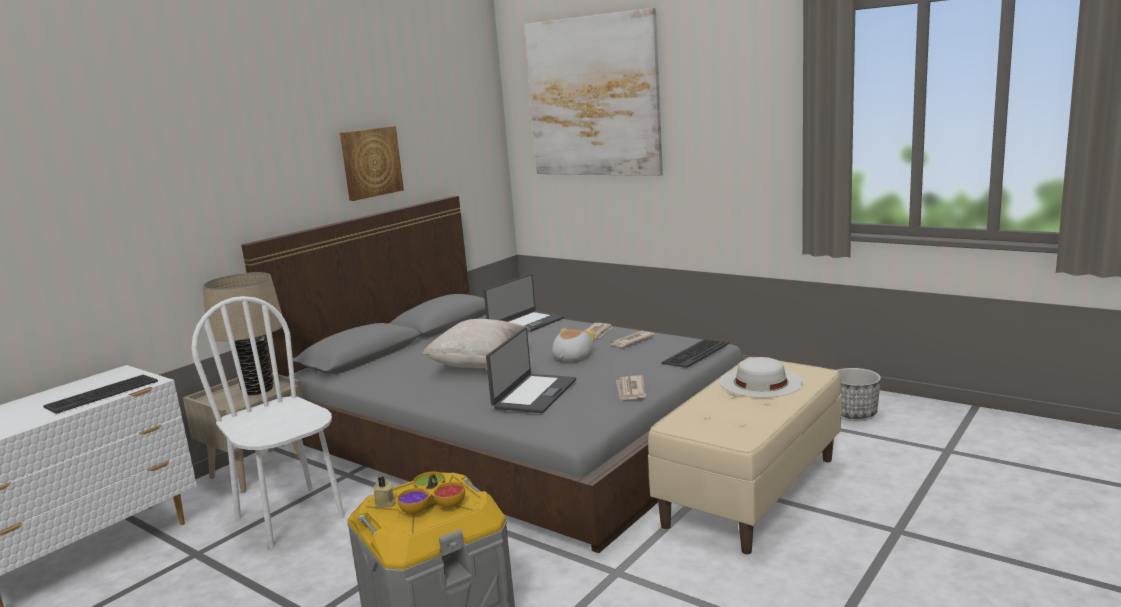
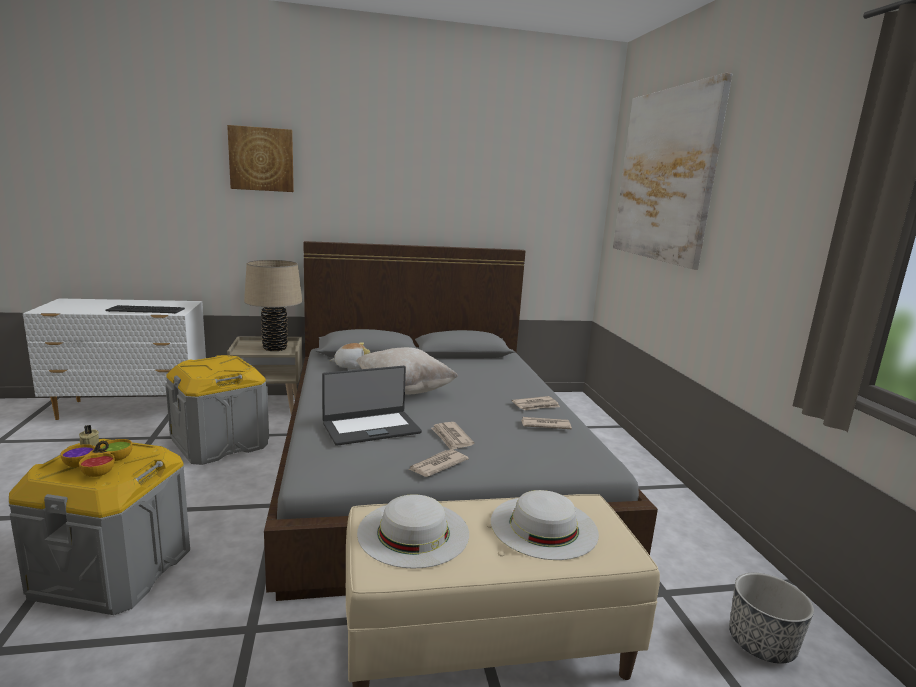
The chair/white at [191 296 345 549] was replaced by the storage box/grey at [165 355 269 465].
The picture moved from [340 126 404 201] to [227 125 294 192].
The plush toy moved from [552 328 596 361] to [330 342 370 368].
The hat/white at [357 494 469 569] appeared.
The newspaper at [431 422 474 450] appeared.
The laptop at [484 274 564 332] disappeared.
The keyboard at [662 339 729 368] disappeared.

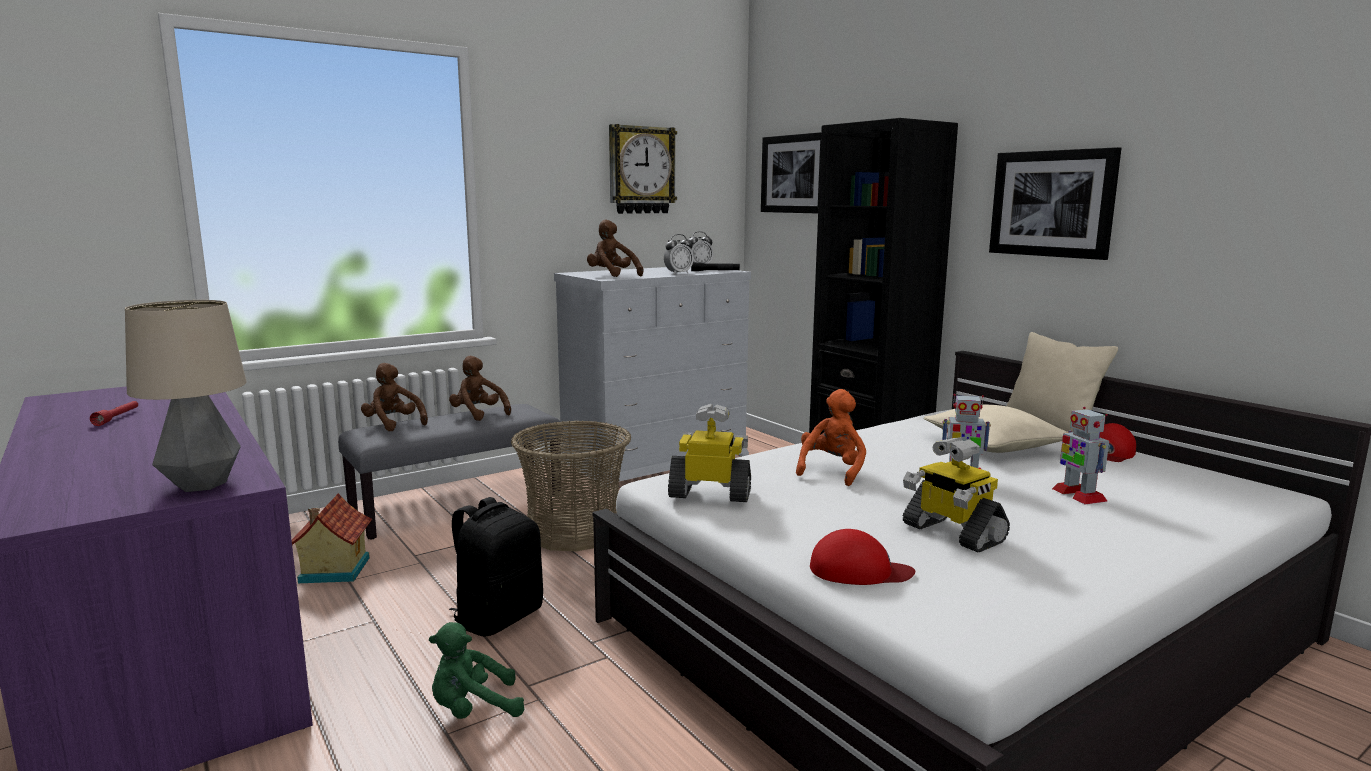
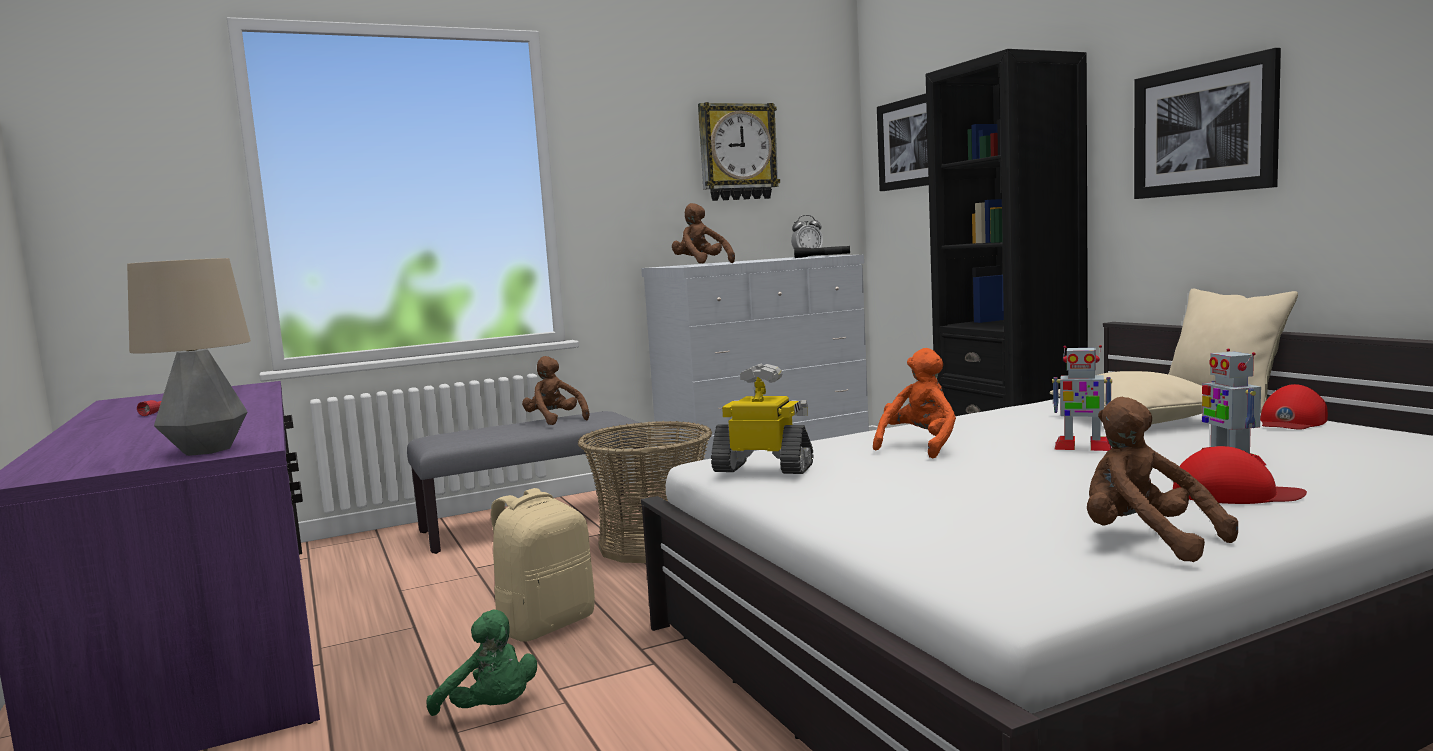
The plush toy/green at [429 622 524 719] turned 135 degrees counterclockwise.
The backpack/black at [449 497 543 636] became the backpack/beige at [491 488 595 642].
The plush toy/brown moved from [361 363 428 432] to [1087 397 1238 562].
The cap/red moved from [810 529 915 585] to [1173 446 1307 504].
The toy house at [292 493 372 583] disappeared.
The alarm clock at [664 234 694 274] disappeared.
The toy robot at [903 437 1010 552] disappeared.

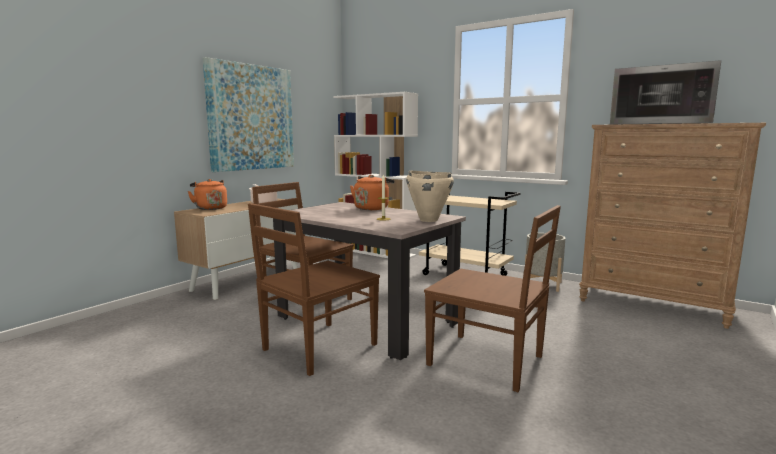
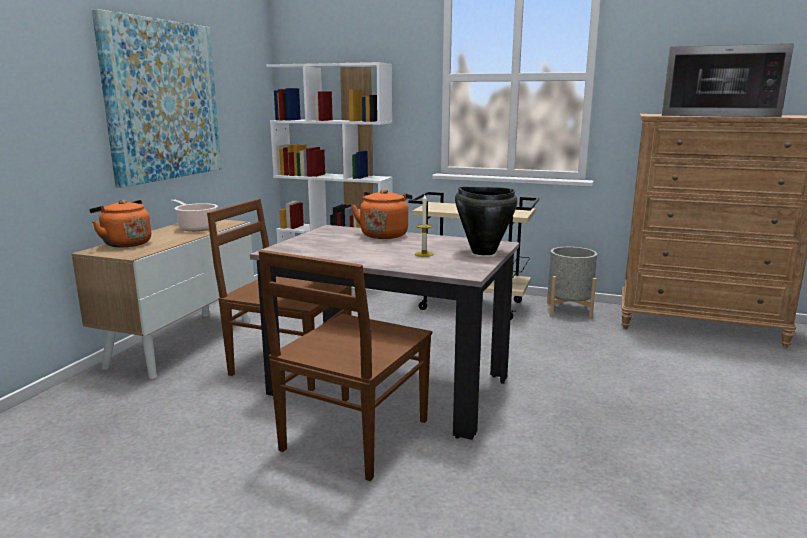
The cooking pot/beige at [406 171 454 222] became the cooking pot/black at [455 187 518 255].
The chair/brown at [424 205 561 392] disappeared.

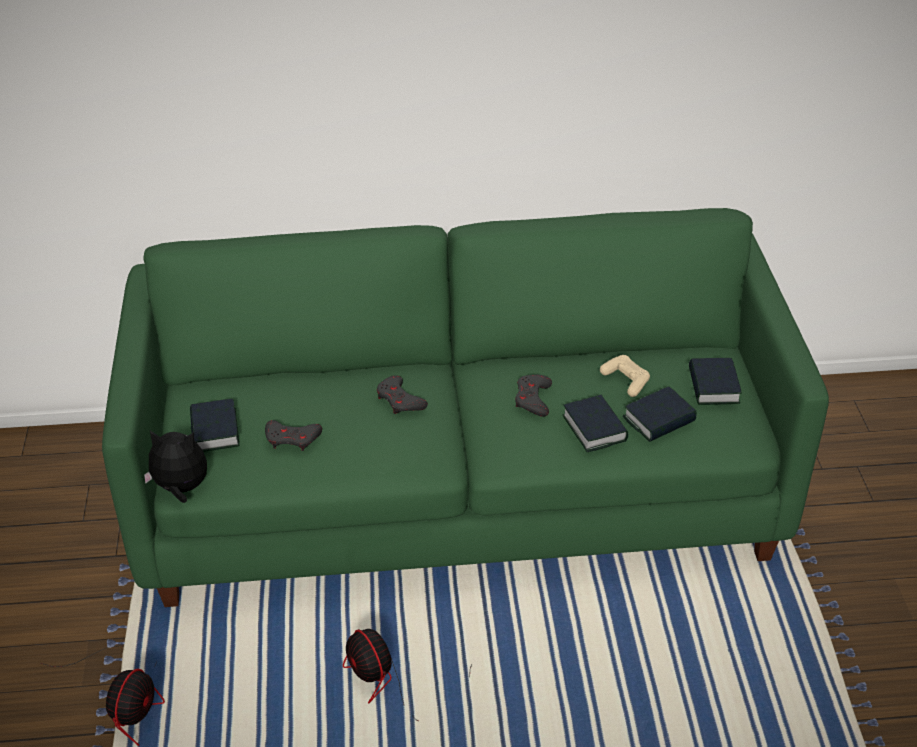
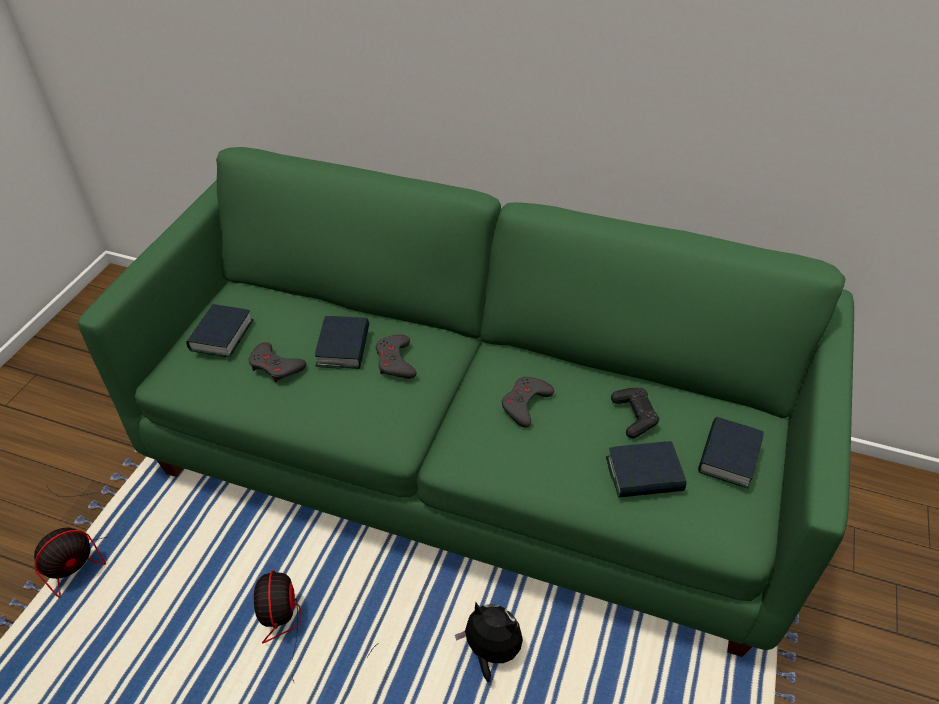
The book moved from [563 395 628 452] to [315 316 369 369].
The plush toy moved from [144 431 207 503] to [455 601 523 682].
The game controller/beige at [600 355 650 397] became the game controller/black at [611 388 659 438].

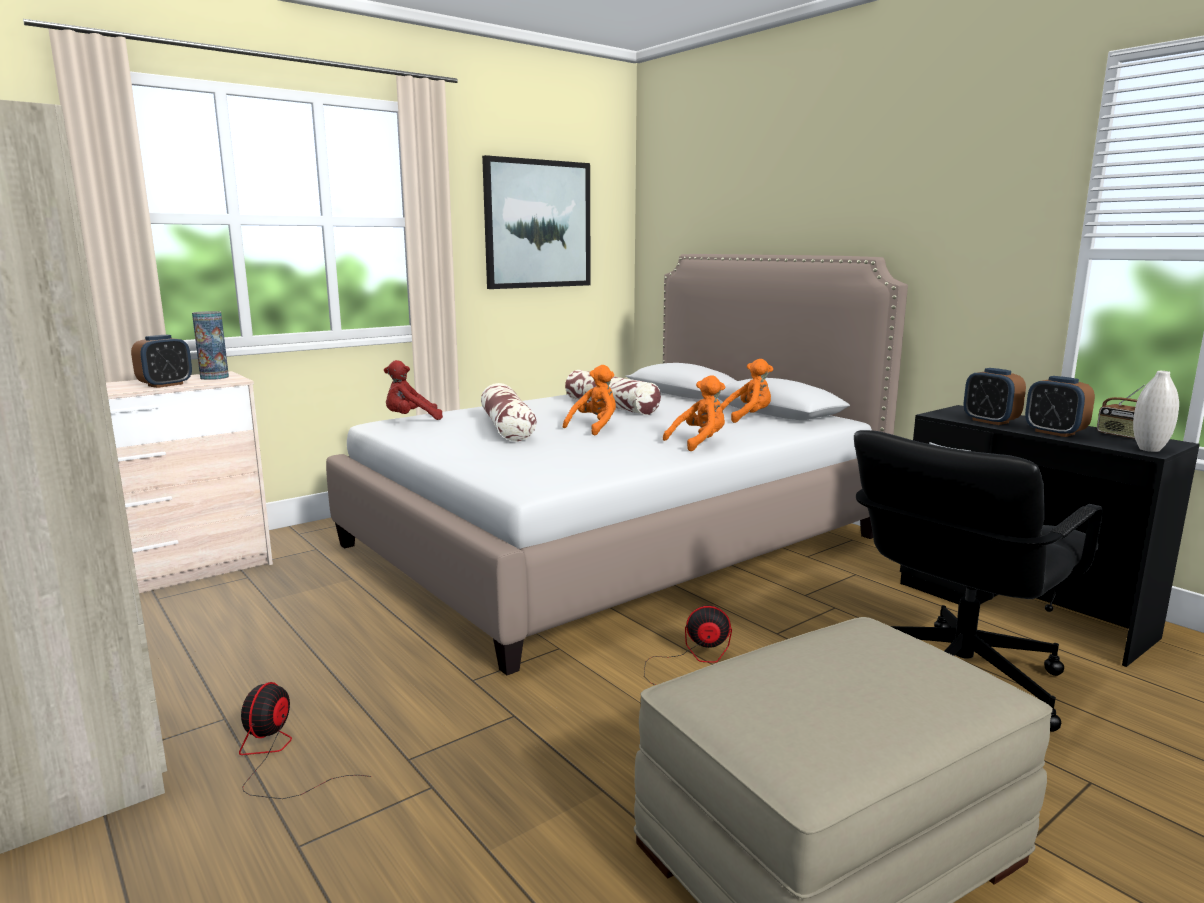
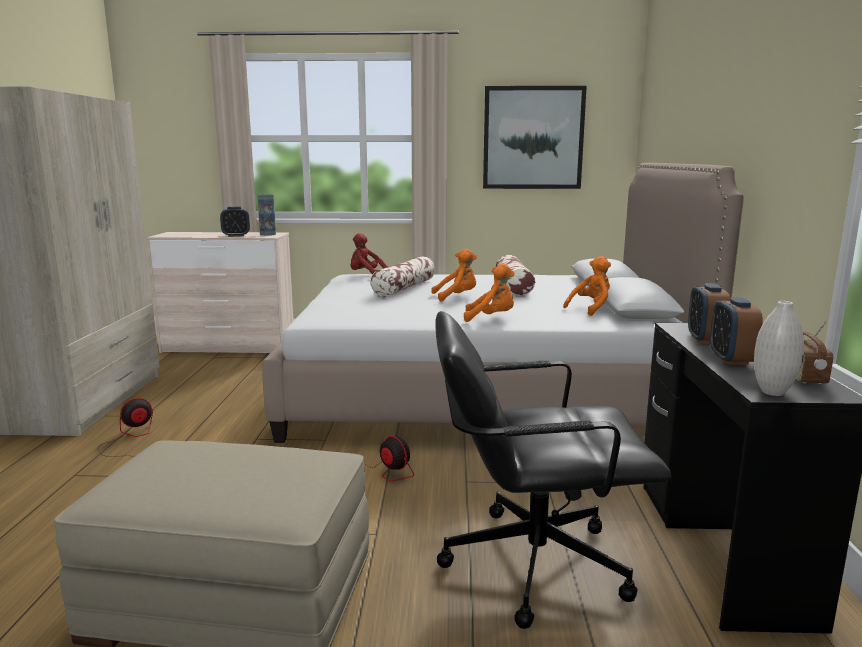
The plush toy/orange at [721 359 773 423] turned 60 degrees counterclockwise.

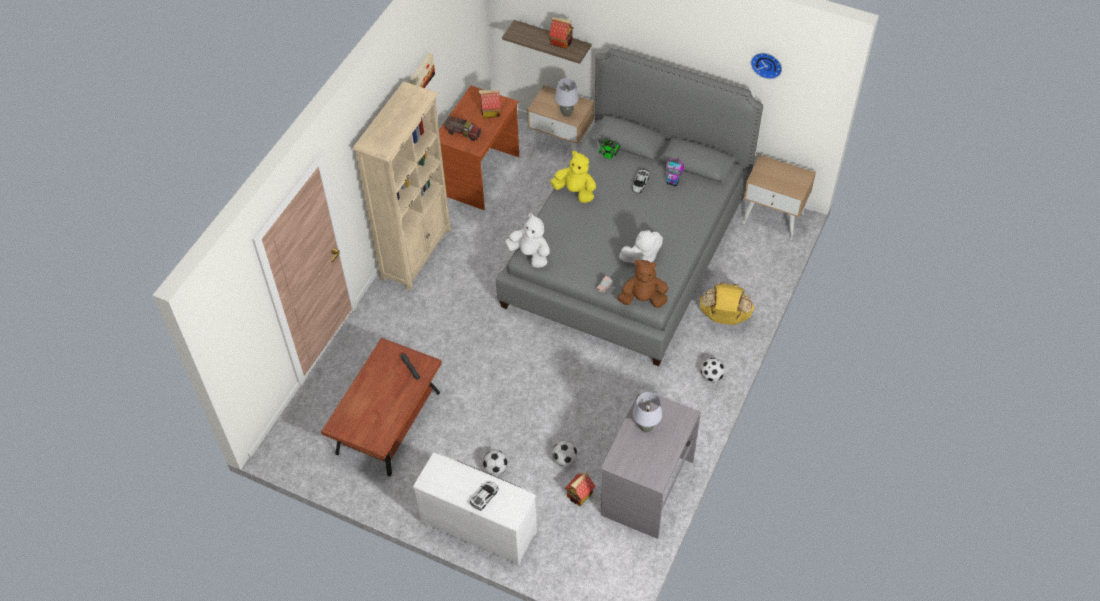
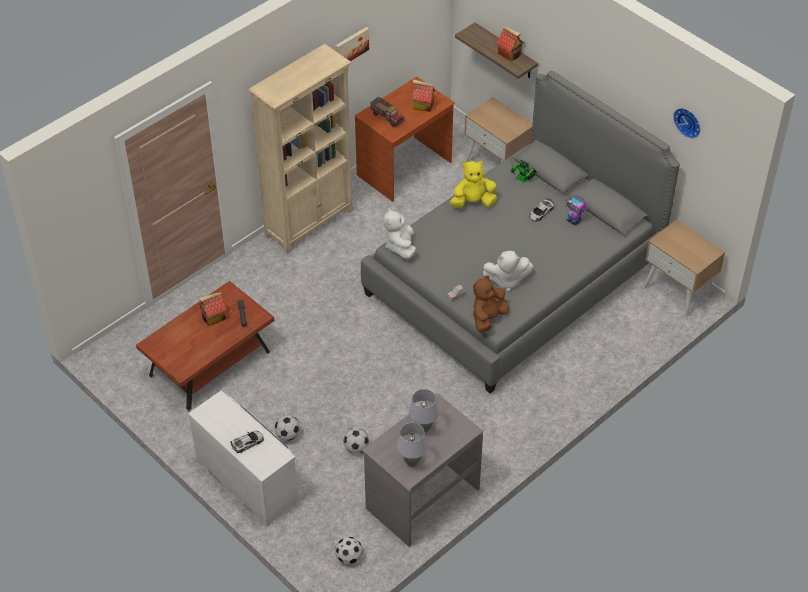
The toy house moved from [565 471 596 506] to [199 292 227 326].
The football moved from [700 358 725 382] to [335 537 363 564].
The plush toy/white at [505 213 550 268] turned 150 degrees counterclockwise.
The table lamp/grey moved from [555 78 579 117] to [397 423 427 467].
The plush toy/yellow at [550 151 596 203] turned 60 degrees counterclockwise.
The plush toy/brown at [617 259 668 308] turned 75 degrees counterclockwise.
The backpack/yellow at [699 282 754 325] disappeared.

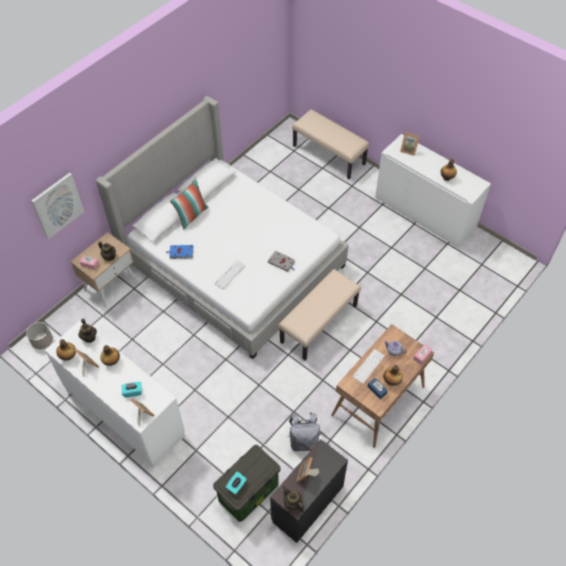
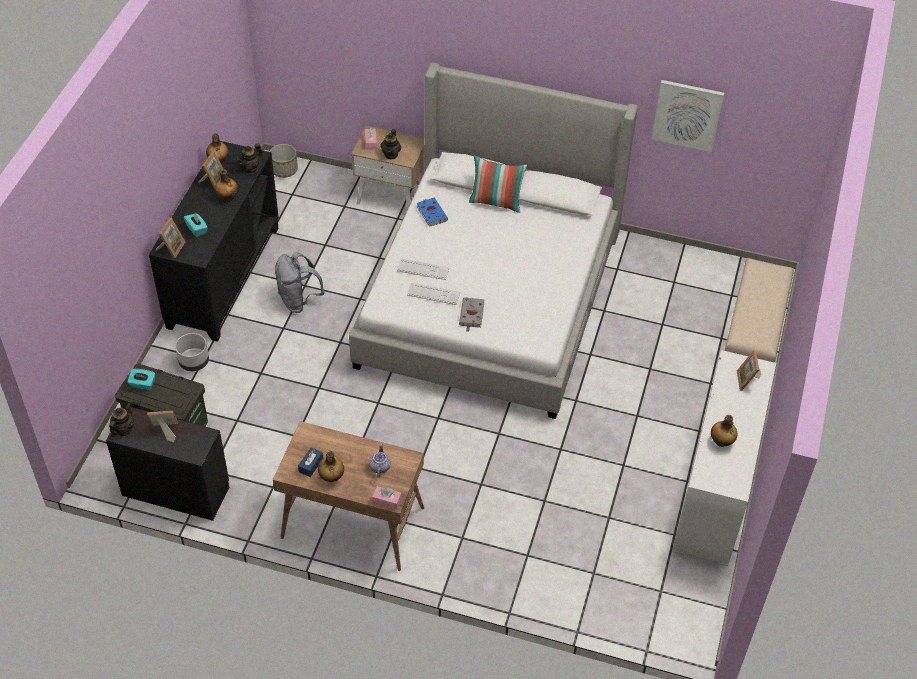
The cabinet/white at [45 320 185 468] became the cabinet/black at [149 141 279 342].
The planter/grey at [175 333 209 371] appeared.
The backpack/grey moved from [288 412 321 451] to [275 252 325 313].
The keyboard moved from [352 349 385 384] to [407 282 460 305].
The picture moved from [31 173 84 239] to [652 80 724 152].
The bench/beige at [278 269 361 360] disappeared.

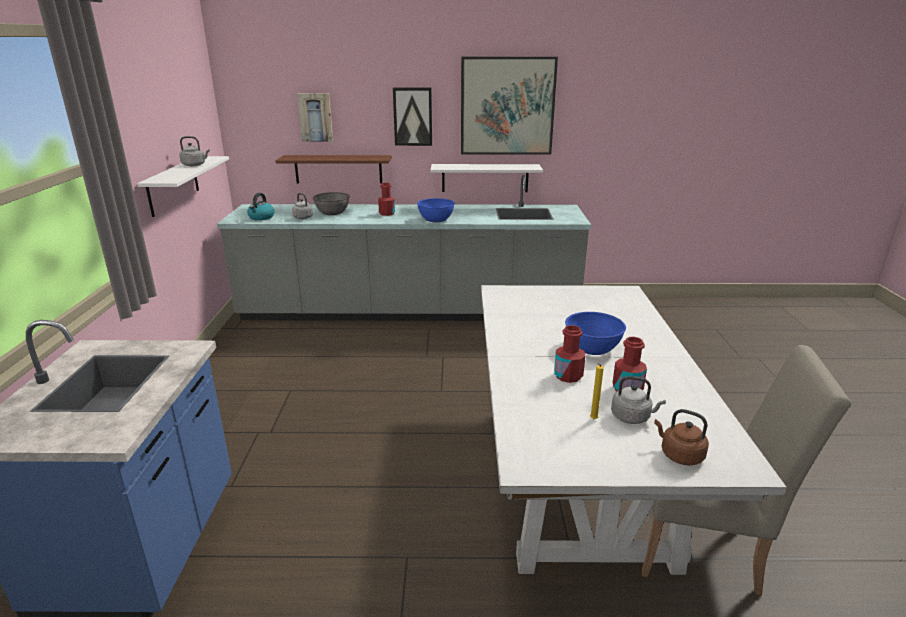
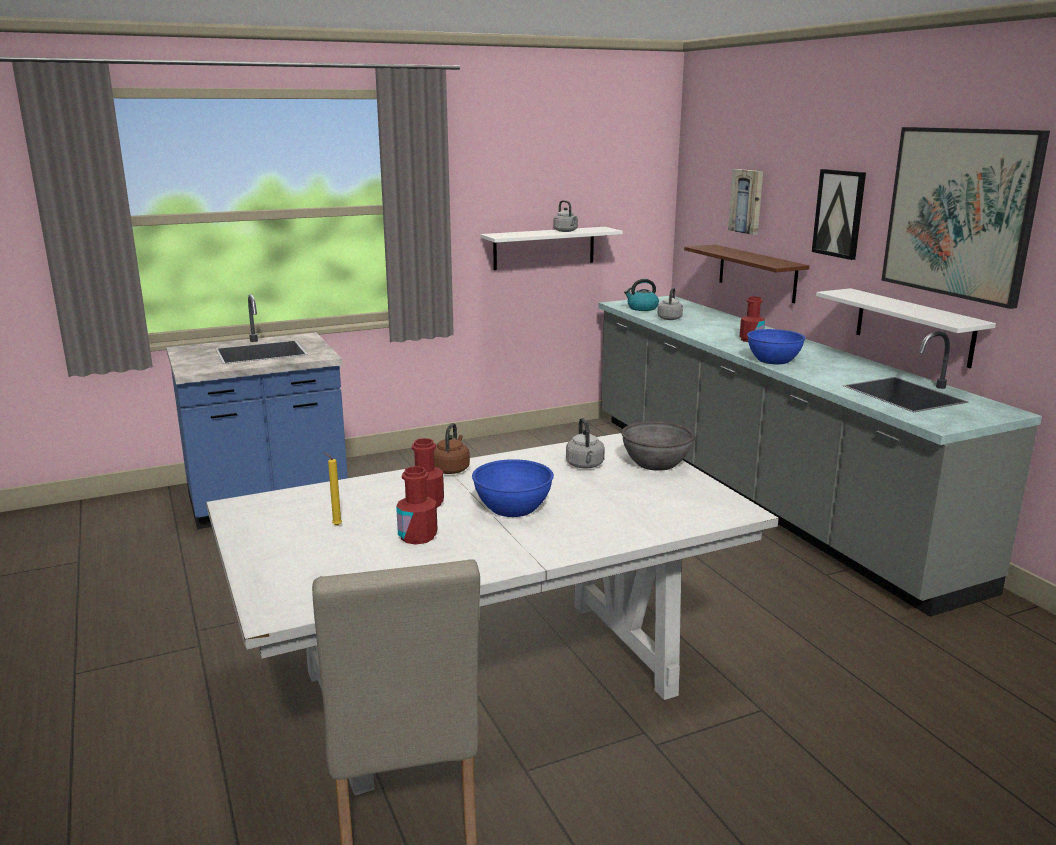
The kettle/brown moved from [654 409 709 465] to [434 423 470 474].
The kettle/grey moved from [611 376 666 424] to [566 418 605 468].
The bowl/grey moved from [313 192 350 215] to [621 421 694 471].

